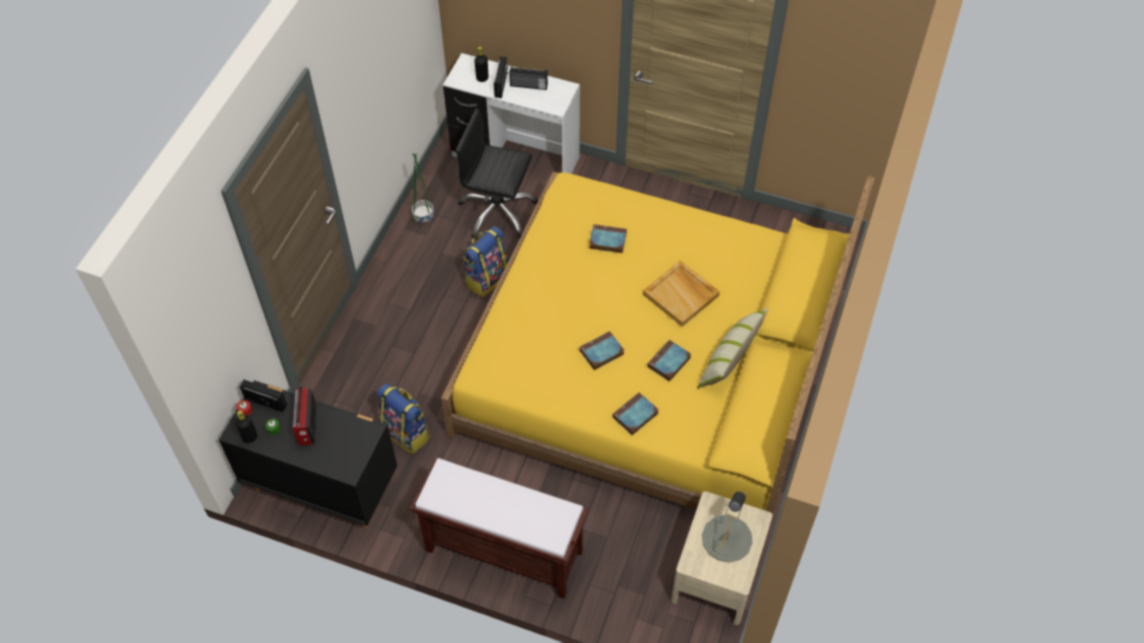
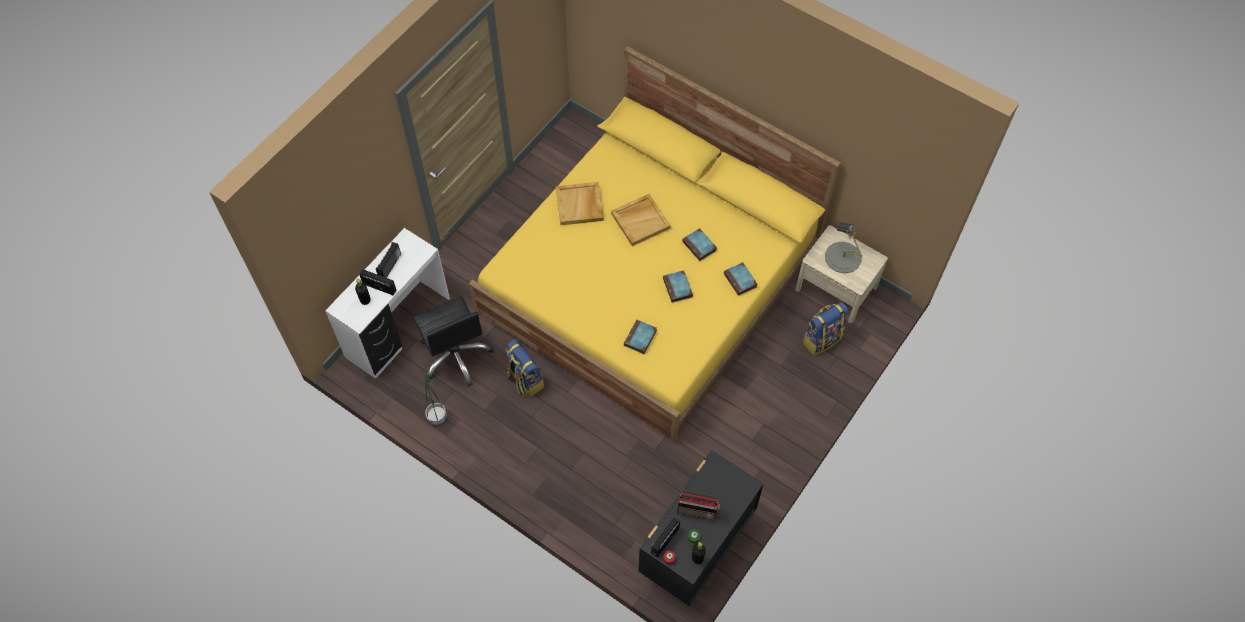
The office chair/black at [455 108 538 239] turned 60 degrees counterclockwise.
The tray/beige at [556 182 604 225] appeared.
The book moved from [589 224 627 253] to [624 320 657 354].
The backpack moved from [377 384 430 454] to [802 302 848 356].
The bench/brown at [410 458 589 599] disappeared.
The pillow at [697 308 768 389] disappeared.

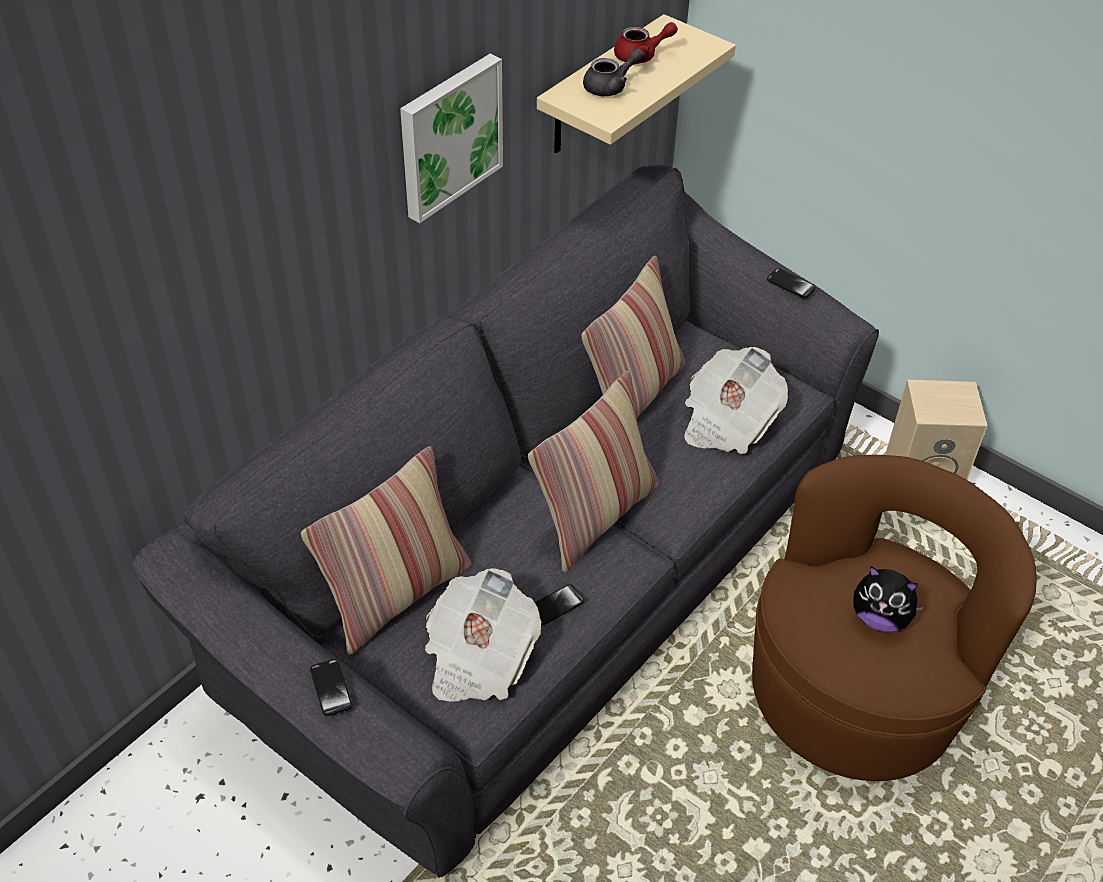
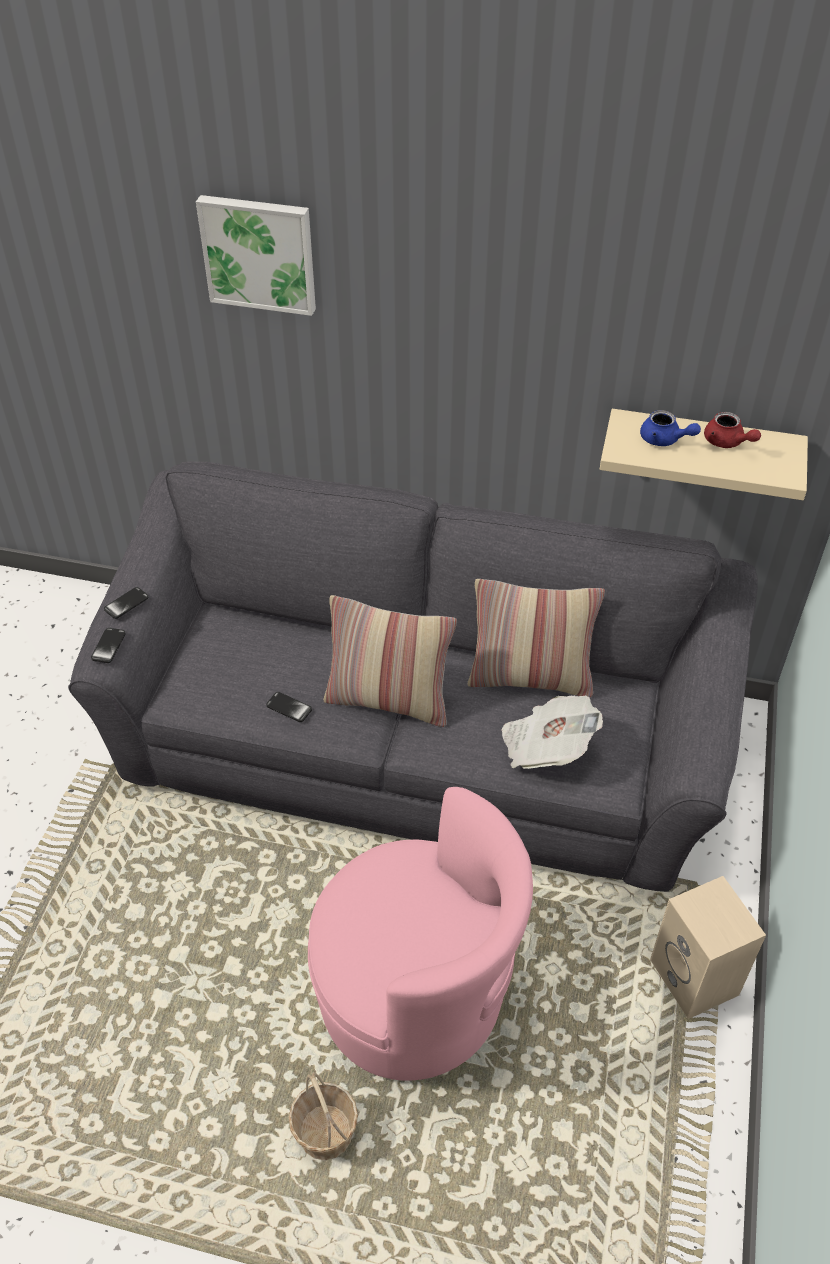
The phone moved from [767 268 816 298] to [91 628 126 663].
The picture moved from [400 54 503 223] to [196 195 316 316].
The basket at [288 1072 358 1160] appeared.
The armchair/brown at [752 455 1037 781] became the armchair/pink at [308 787 533 1081].
The teapot/grey at [583 48 644 96] became the teapot/blue at [640 410 701 446].
The pillow at [301 446 471 654] disappeared.
The newspaper at [425 568 541 702] disappeared.
The plush toy at [853 566 925 632] disappeared.

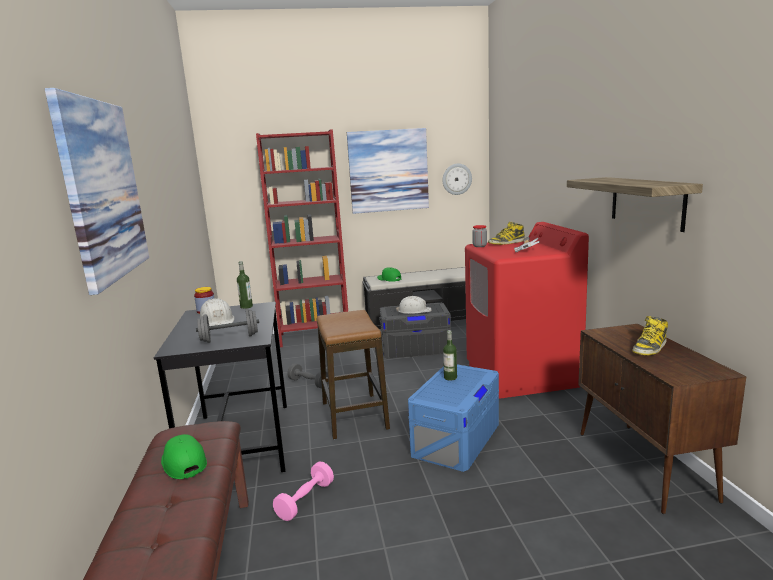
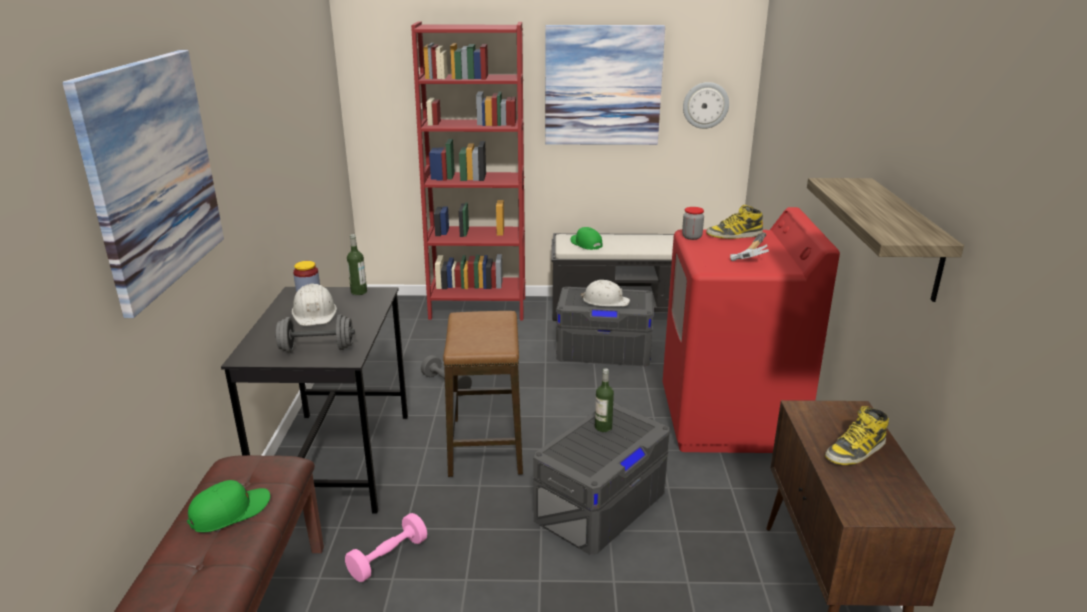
The cap/green at [161 434 207 479] turned 75 degrees clockwise.
The storage box/blue at [408 364 499 472] became the storage box/grey at [533 403 670 555].

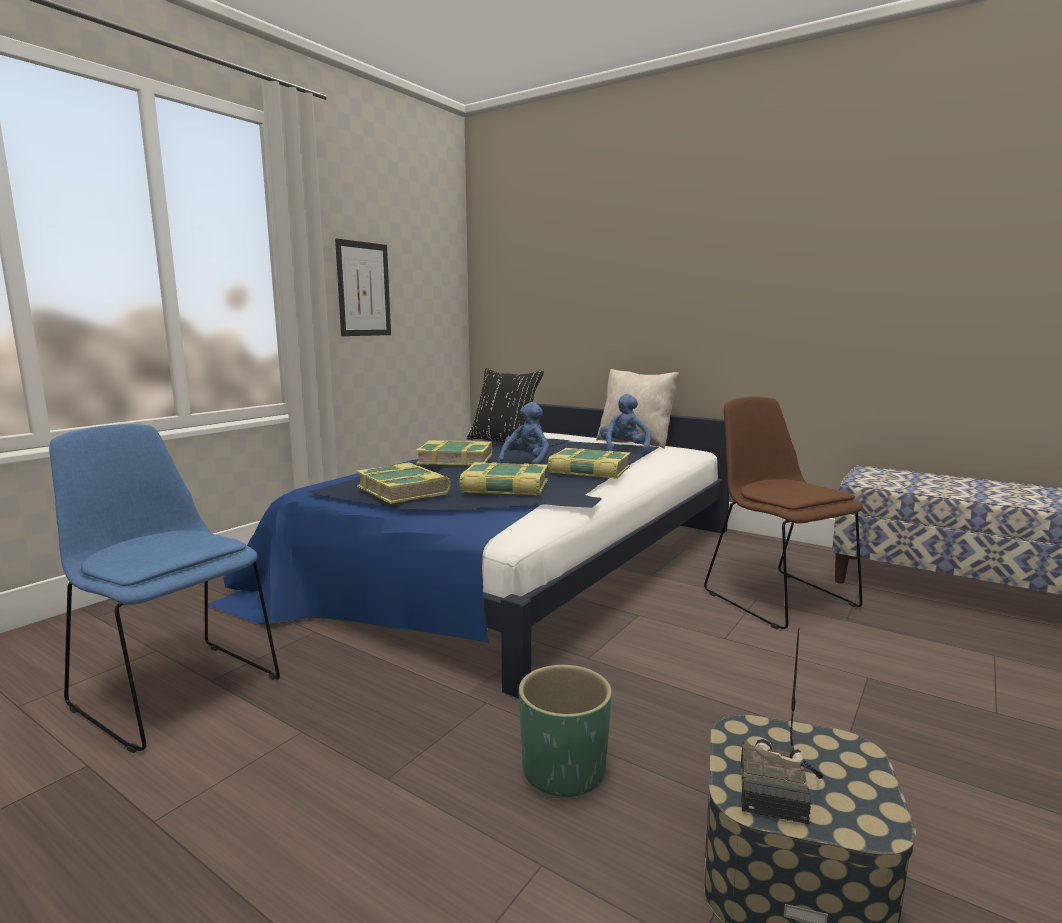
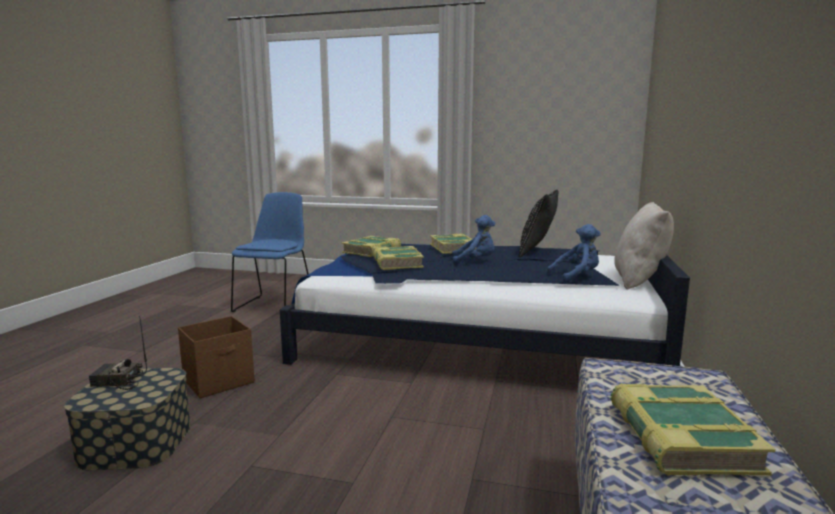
The planter/green at [519 665 612 798] was replaced by the storage box/brown at [178 316 255 398].
The book moved from [548 448 630 479] to [610 383 776 476].
The picture at [335 238 391 336] disappeared.
The chair/brown at [704 397 863 629] disappeared.

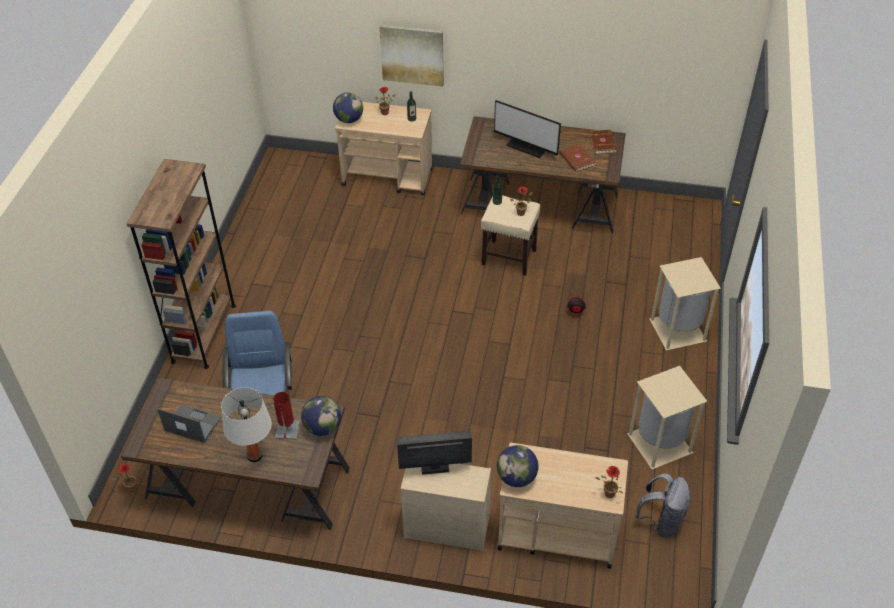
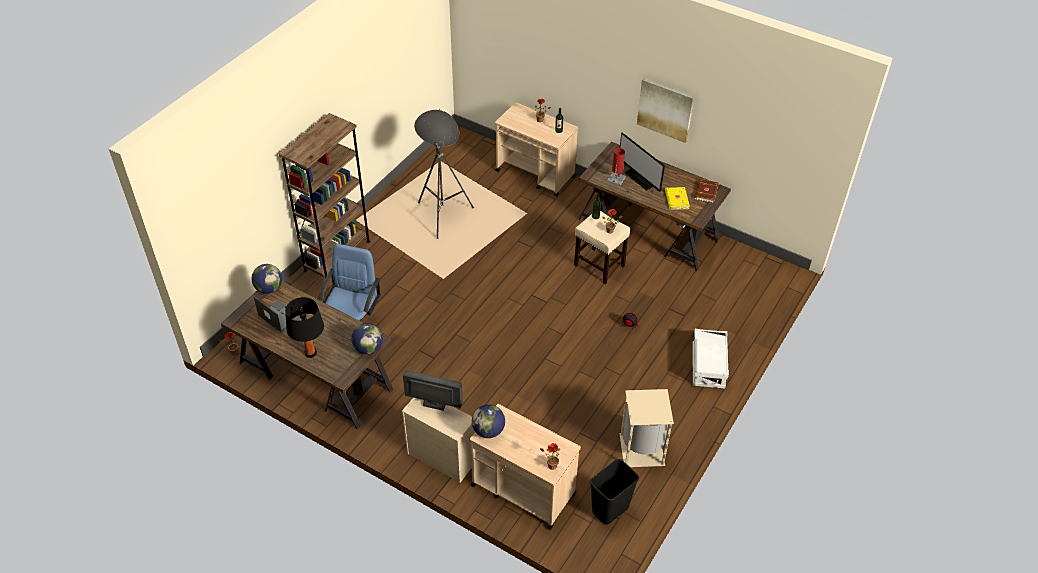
The globe moved from [333 92 363 123] to [252 264 282 294].
The table lamp/white at [221 387 272 462] became the table lamp/black at [285 297 324 358].
The floor lamp/beige at [356 109 527 279] appeared.
The backpack/grey at [635 474 691 538] was replaced by the trash can/black at [590 459 639 525].
The table lamp/red moved from [273 392 300 440] to [608 148 626 185].
The picture moved from [379 25 444 87] to [637 78 694 143].
The book/brown at [559 144 596 172] became the book/yellow at [665 187 690 210].
The trash can/beige at [650 257 721 350] was replaced by the storage box/white at [692 329 729 388].

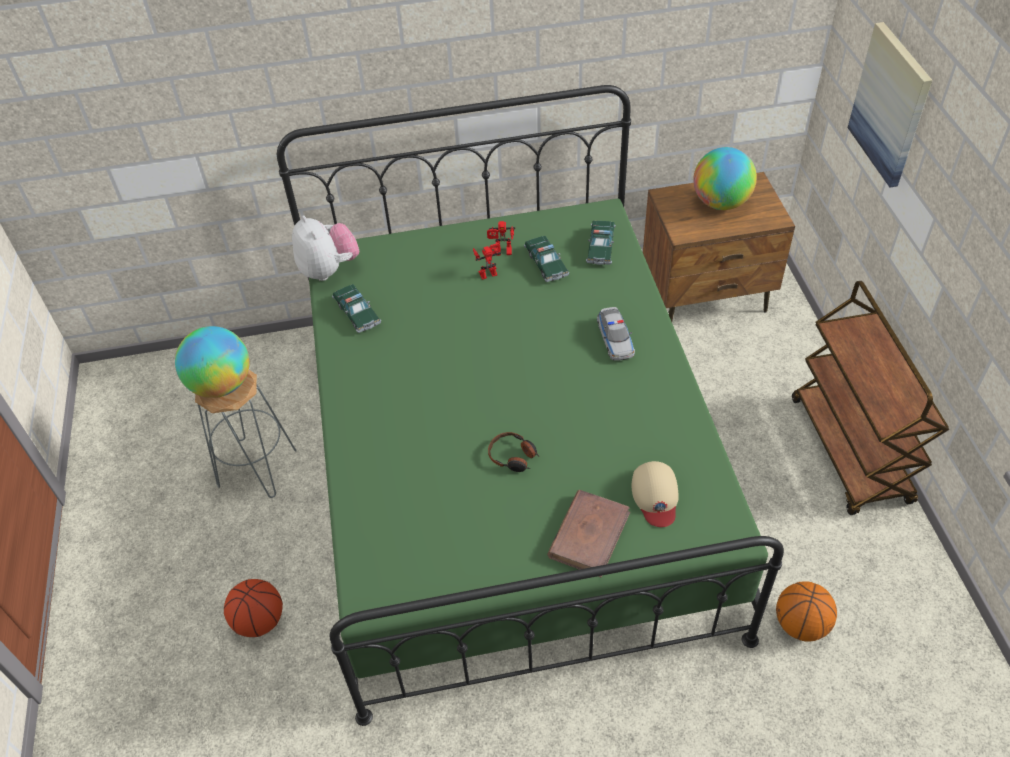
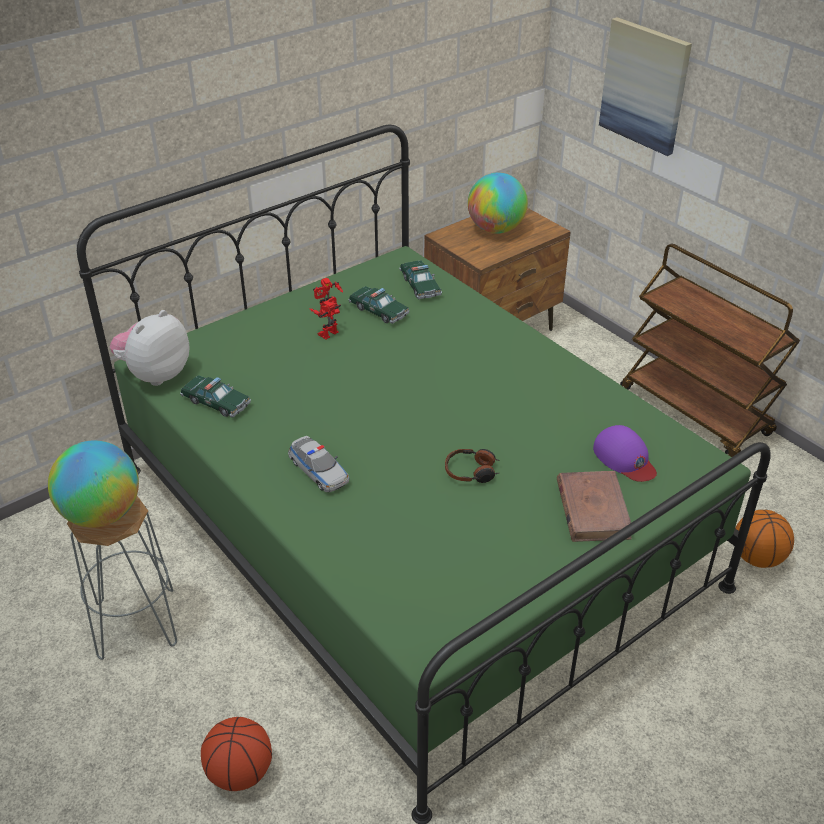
The plush toy at [292 215 359 281] turned 90 degrees counterclockwise.
The toy car moved from [597 307 635 361] to [288 436 349 492].
The cap/beige at [632 461 679 527] became the cap/purple at [593 425 657 482].

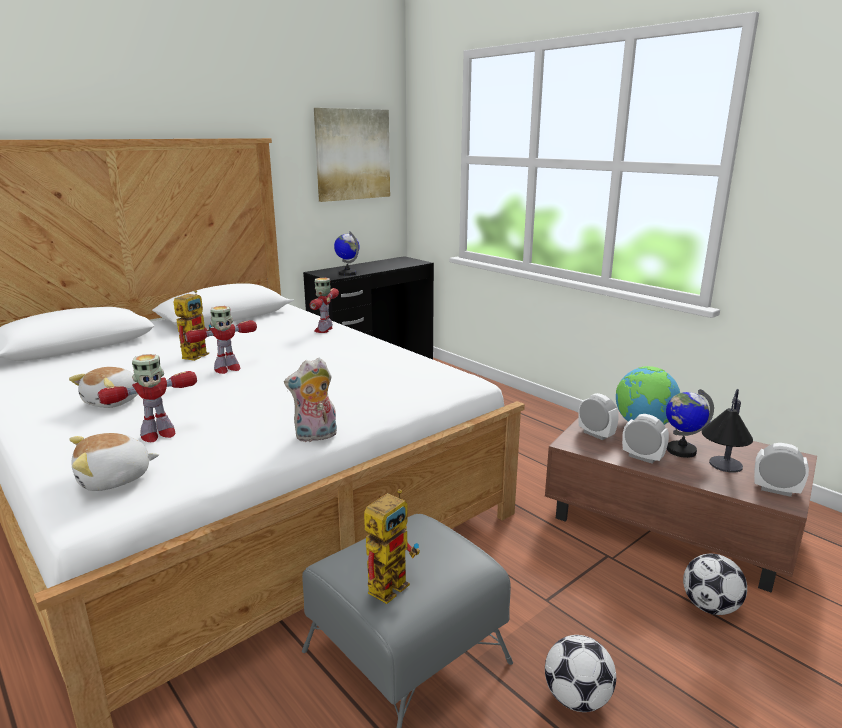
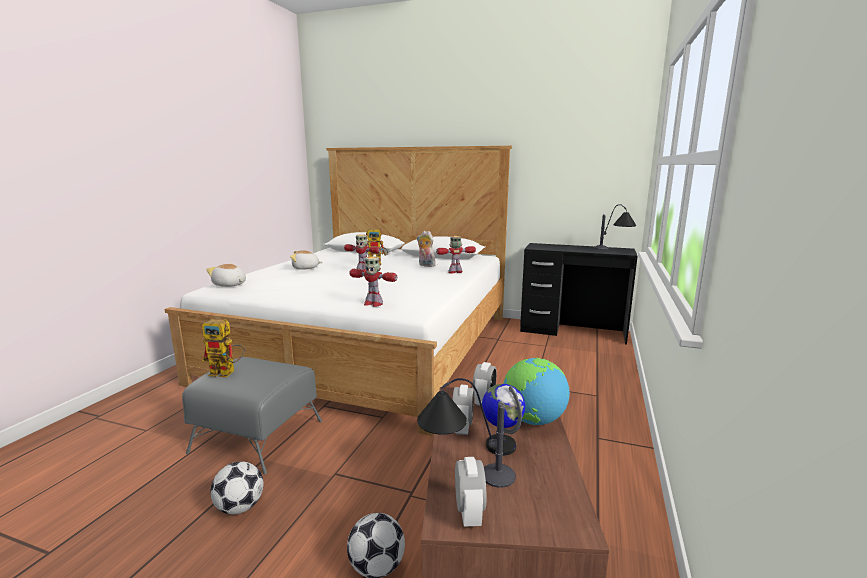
The toy robot moved from [98 354 197 442] to [349 257 397 307].
The plush toy moved from [284 357 337 442] to [417 231 435 267].
The table lamp at [593 204 636 250] appeared.
The picture at [314 108 390 202] disappeared.
The globe at [334 231 360 276] disappeared.

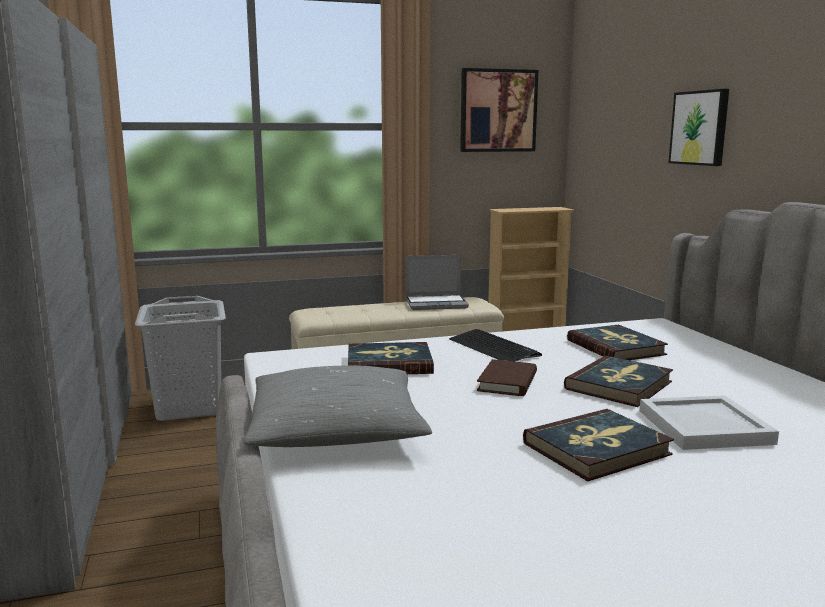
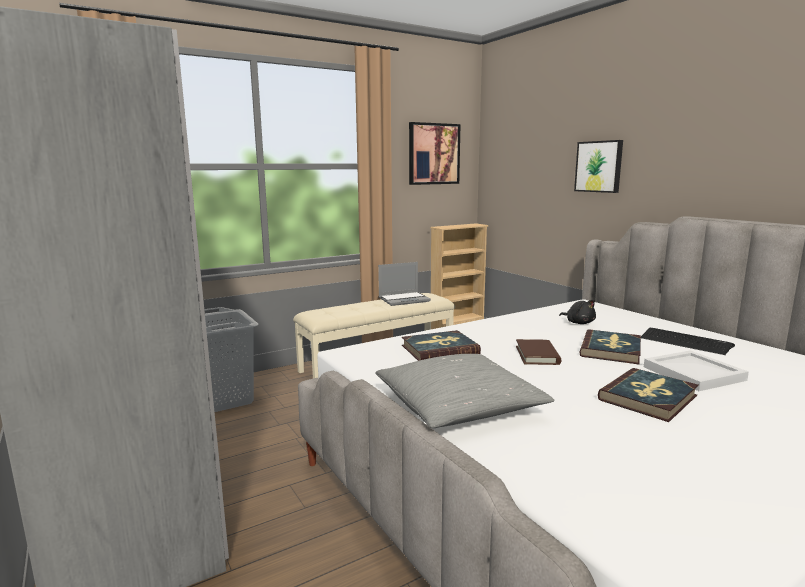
The book at [567 325 668 360] was replaced by the plush toy/black at [559 300 596 324].
The keyboard moved from [449 329 542 361] to [641 328 735 355].

